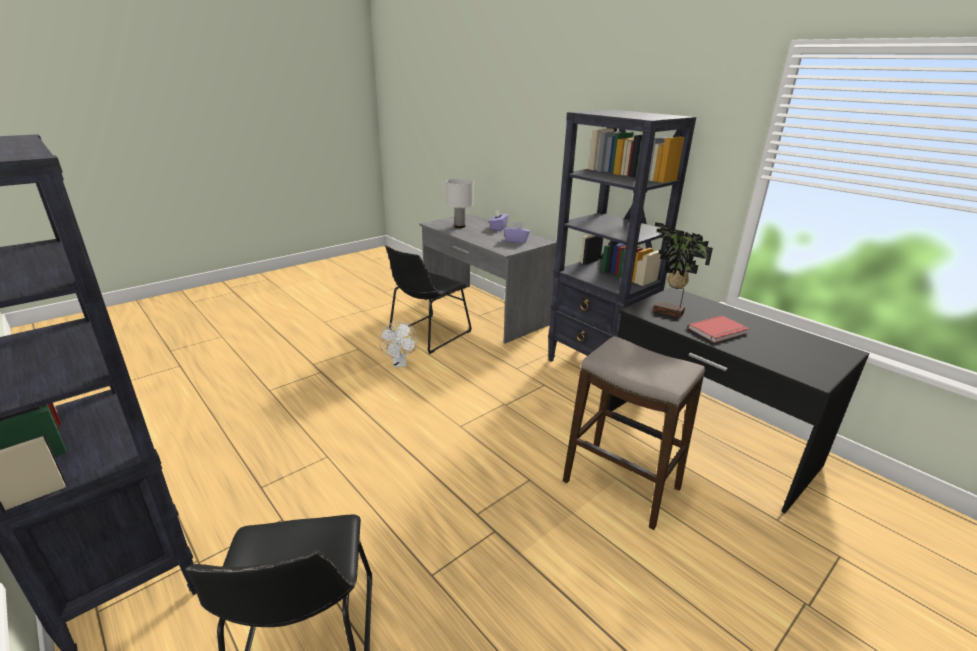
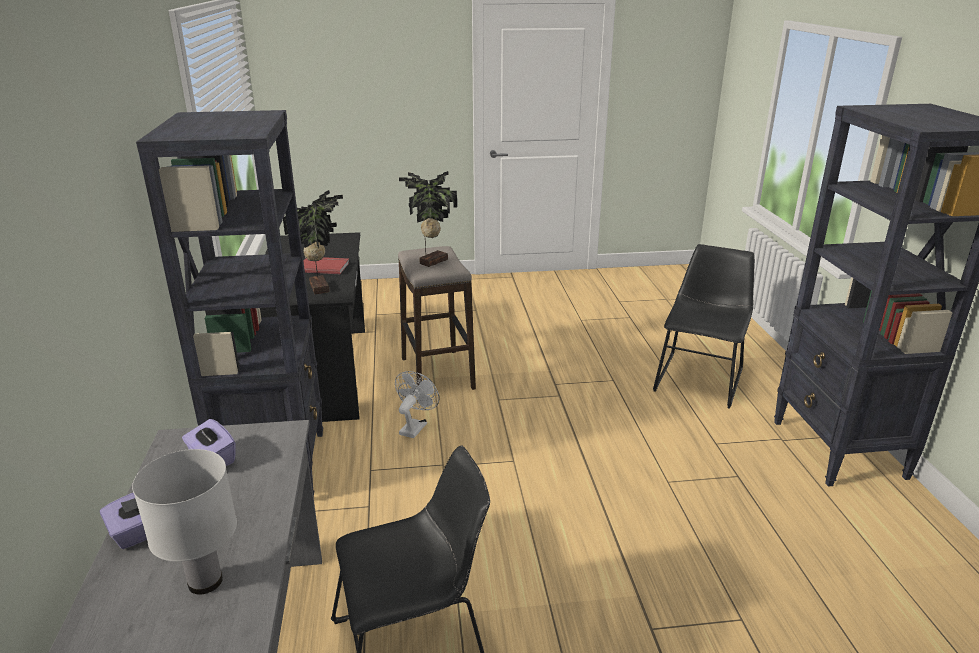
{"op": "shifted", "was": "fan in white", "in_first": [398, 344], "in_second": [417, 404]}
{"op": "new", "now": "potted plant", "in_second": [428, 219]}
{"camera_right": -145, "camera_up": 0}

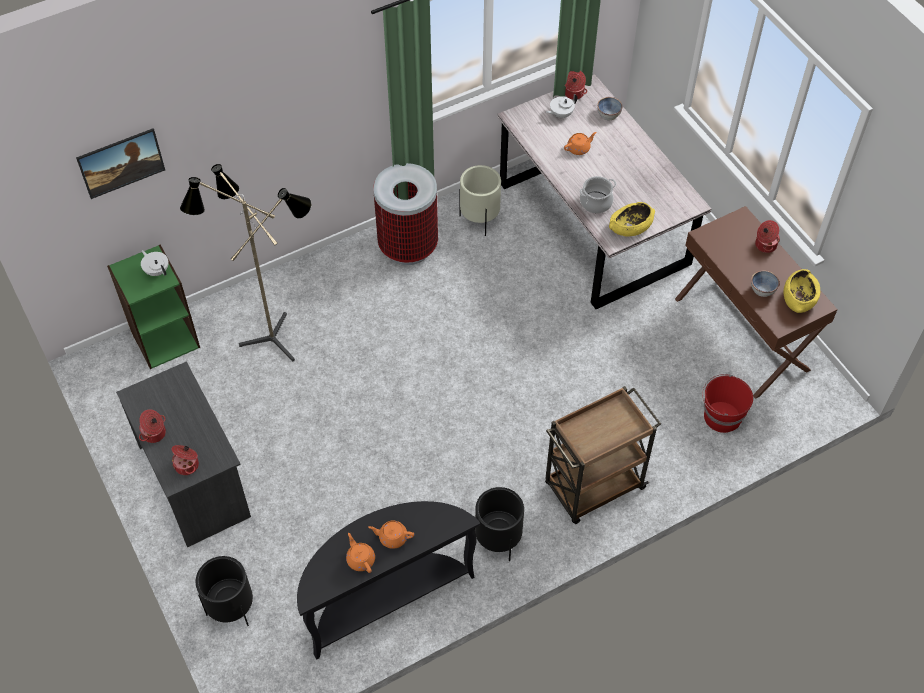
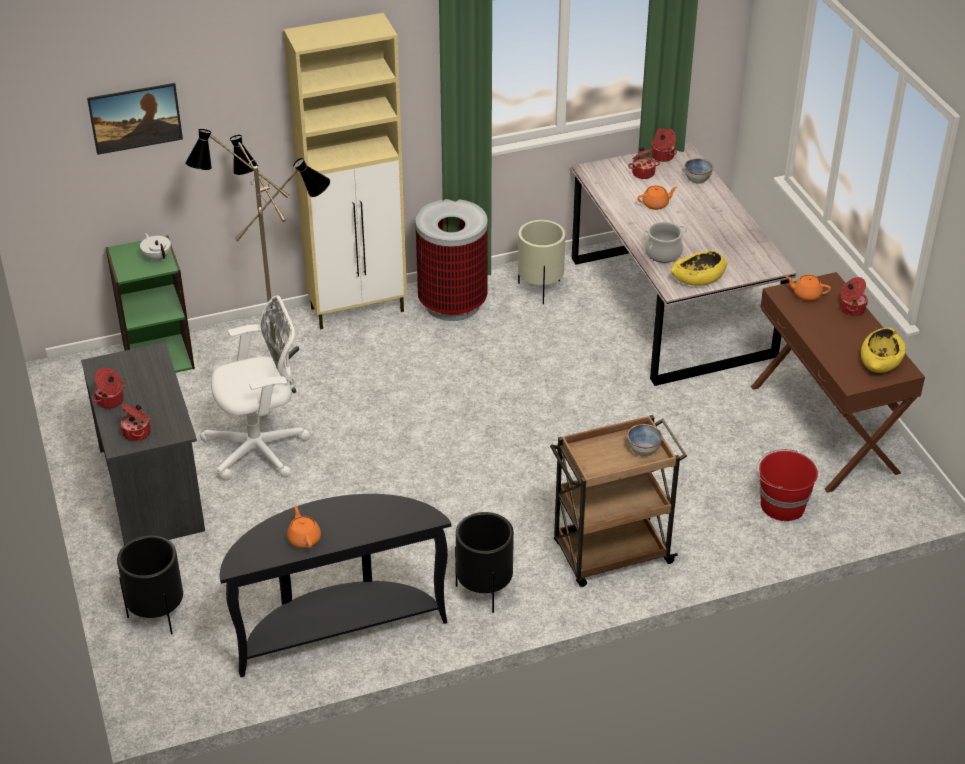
{"op": "swapped", "was": "teapot in white", "now": "cooking pot", "in_first": [562, 106], "in_second": [644, 163]}
{"op": "shifted", "was": "bowl", "in_first": [765, 283], "in_second": [644, 440]}
{"op": "shifted", "was": "teapot in orange", "in_first": [391, 534], "in_second": [808, 288]}
{"op": "new", "now": "cabinet in beige", "in_second": [345, 171]}
{"op": "new", "now": "office chair in white", "in_second": [255, 387]}
{"camera_right": 10, "camera_up": -15}

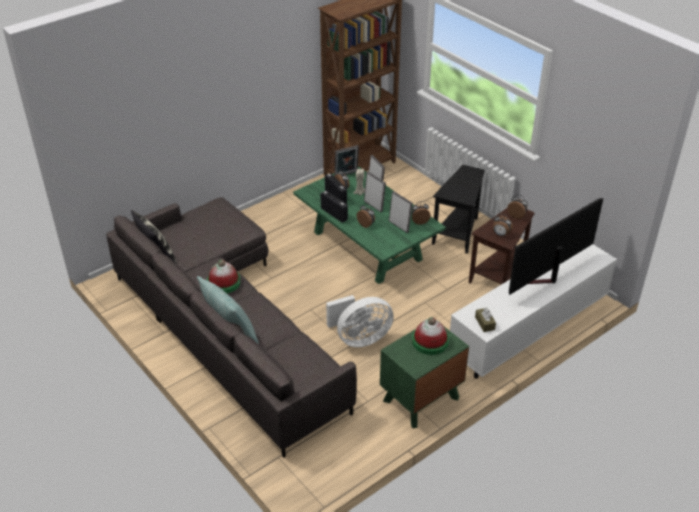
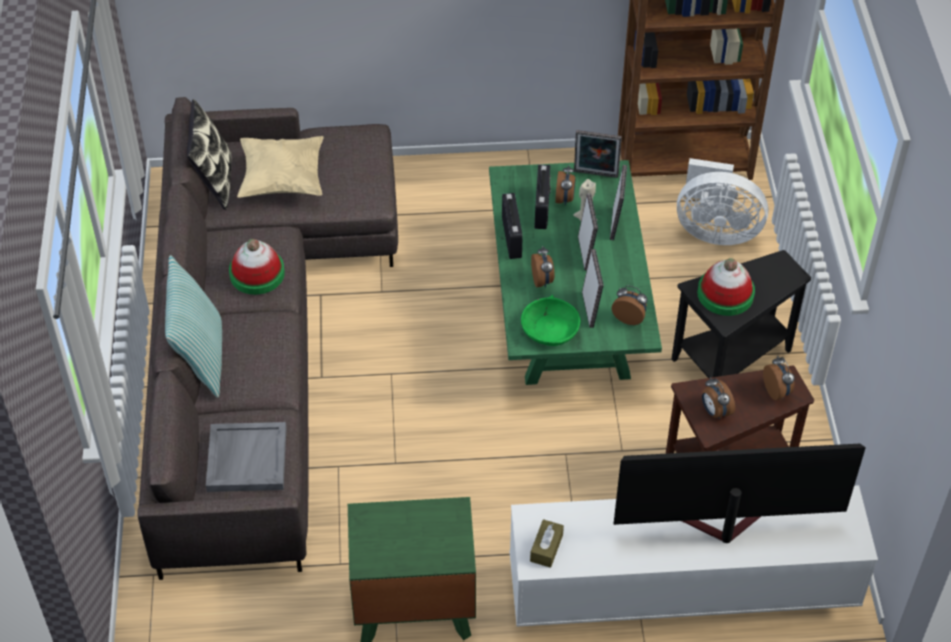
{"op": "shifted", "was": "fan in white", "in_first": [360, 321], "in_second": [722, 201]}
{"op": "shifted", "was": "hat", "in_first": [430, 336], "in_second": [726, 287]}
{"op": "new", "now": "pillow in beige", "in_second": [280, 167]}
{"op": "new", "now": "bowl in green", "in_second": [550, 320]}
{"op": "new", "now": "tray in grey", "in_second": [246, 457]}
{"camera_right": 35, "camera_up": 10}

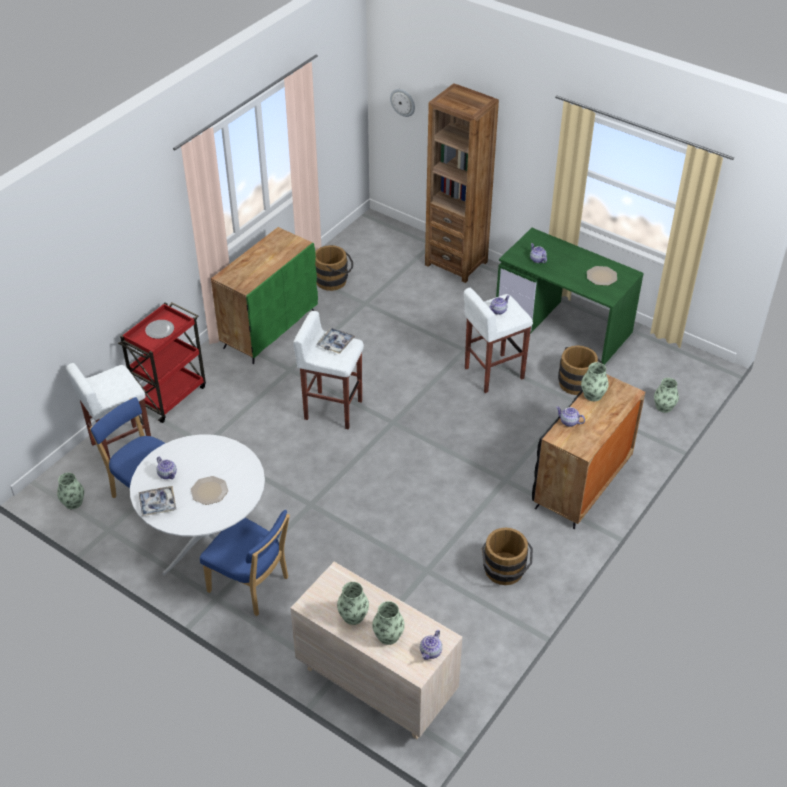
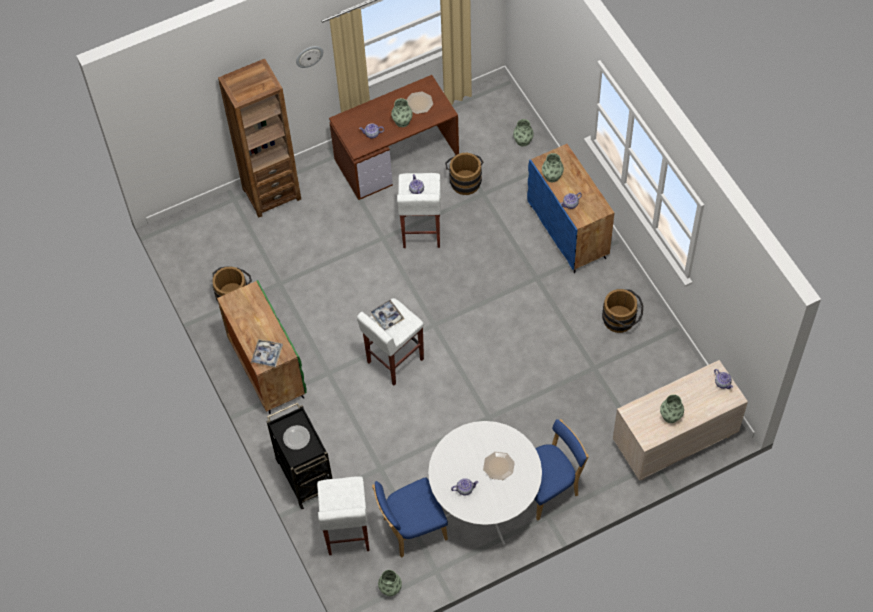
{"op": "shifted", "was": "wall clock", "in_first": [402, 103], "in_second": [309, 57]}
{"op": "repainted", "was": "desk in green", "now": "desk in brown", "in_first": [570, 296], "in_second": [394, 137]}
{"op": "repainted", "was": "cart in red", "now": "cart in black", "in_first": [162, 362], "in_second": [299, 455]}
{"op": "repainted", "was": "cabinet in black", "now": "cabinet in blue", "in_first": [588, 451], "in_second": [570, 208]}
{"op": "shifted", "was": "tray", "in_first": [157, 501], "in_second": [267, 353]}
{"op": "shifted", "was": "vase", "in_first": [388, 623], "in_second": [402, 112]}
{"camera_right": -60, "camera_up": 15}

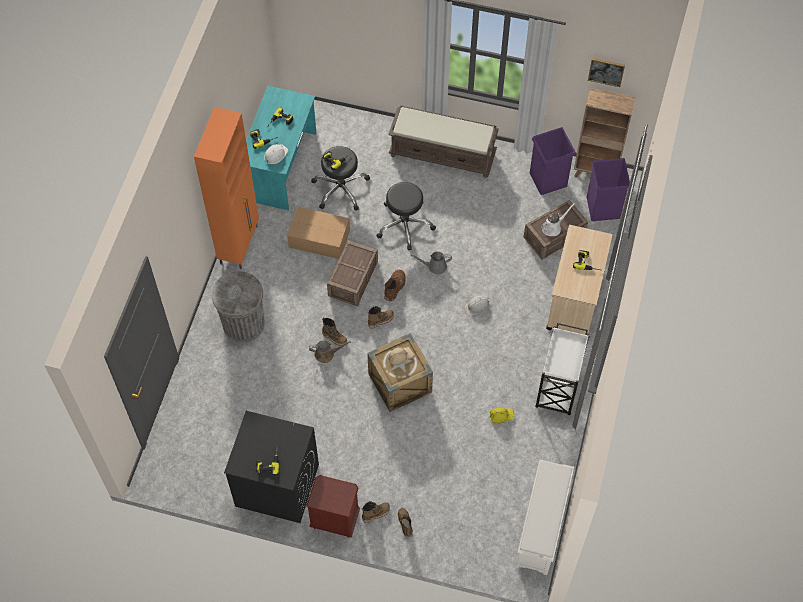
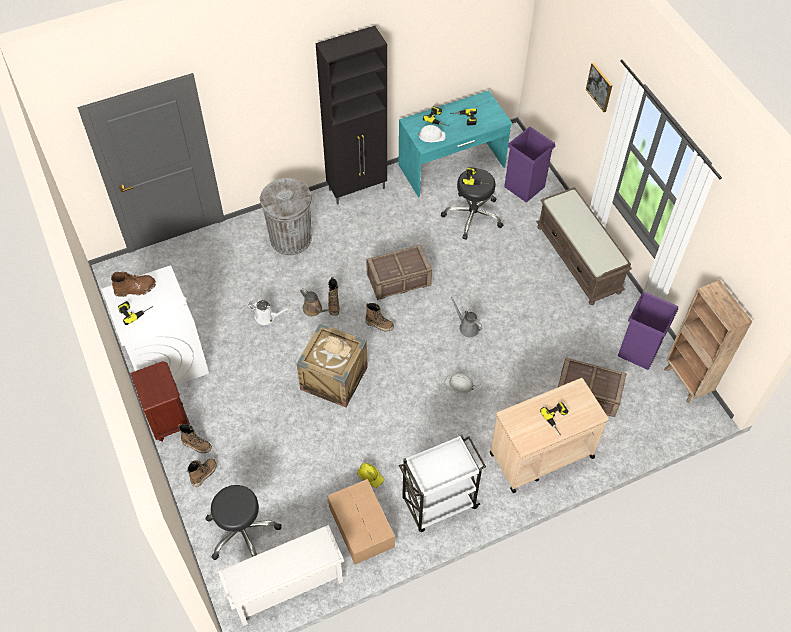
{"op": "shifted", "was": "picture", "in_first": [606, 72], "in_second": [599, 87]}
{"op": "repainted", "was": "cabinet in orange", "now": "cabinet in black", "in_first": [226, 188], "in_second": [351, 115]}
{"op": "shifted", "was": "trash can in purple", "in_first": [608, 189], "in_second": [530, 164]}
{"op": "shifted", "was": "stool in black", "in_first": [406, 216], "in_second": [243, 522]}
{"op": "shifted", "was": "watering can in white", "in_first": [558, 219], "in_second": [269, 312]}
{"op": "shifted", "was": "cardboard box", "in_first": [318, 232], "in_second": [361, 521]}
{"op": "shifted", "was": "boot in brown", "in_first": [395, 286], "in_second": [133, 284]}
{"op": "repainted", "was": "washing machine in black", "now": "washing machine in white", "in_first": [271, 467], "in_second": [155, 325]}
{"camera_right": 50, "camera_up": -5}

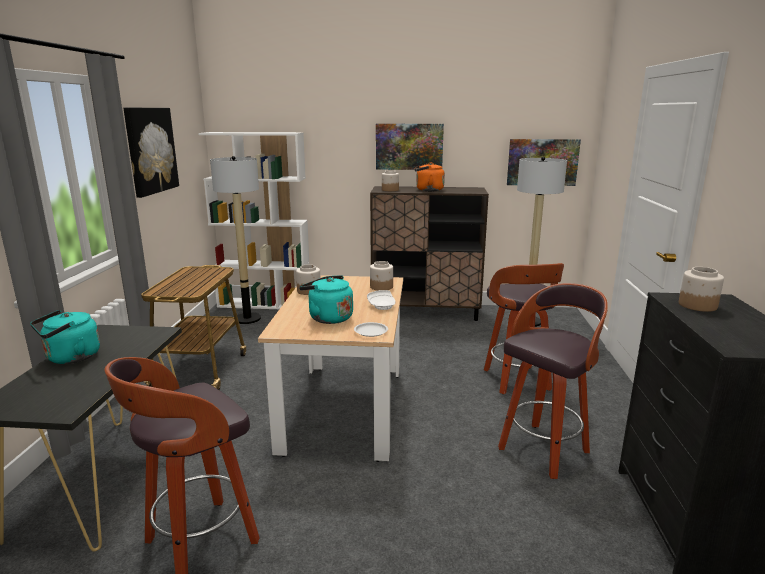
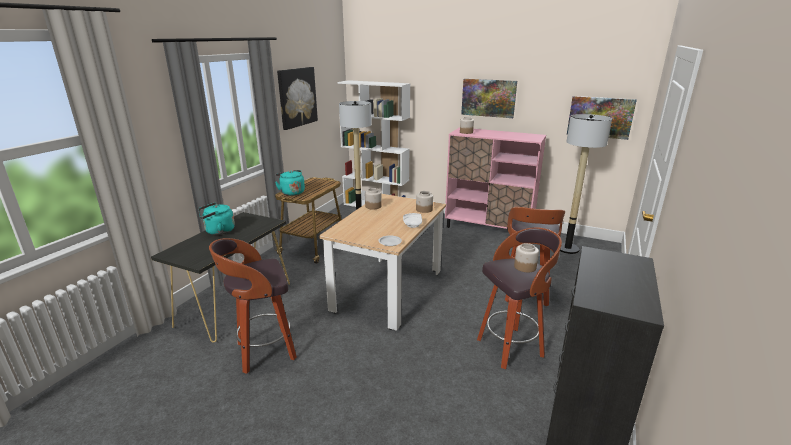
{"op": "gone", "was": "kettle in orange", "in_first": [430, 176]}
{"op": "repainted", "was": "cabinet in brown", "now": "cabinet in pink", "in_first": [429, 253], "in_second": [495, 178]}
{"op": "shifted", "was": "jar", "in_first": [701, 289], "in_second": [526, 257]}
{"op": "shifted", "was": "kettle in turquoise", "in_first": [326, 299], "in_second": [290, 183]}
{"camera_right": 20, "camera_up": 5}

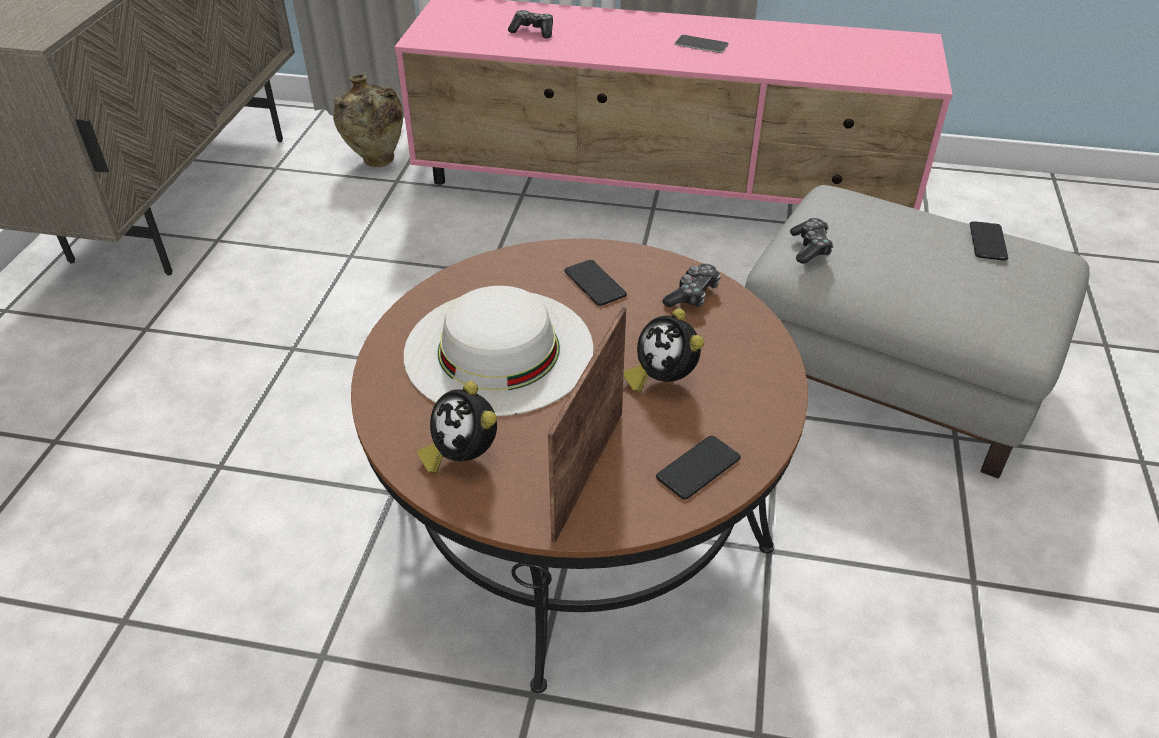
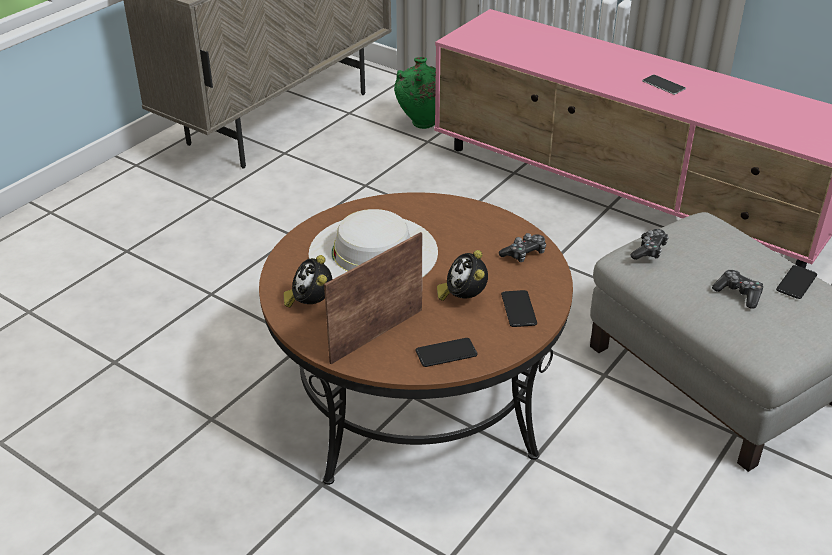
{"op": "shifted", "was": "game controller", "in_first": [530, 24], "in_second": [737, 289]}
{"op": "repainted", "was": "vase in beige", "now": "vase in green", "in_first": [368, 120], "in_second": [415, 93]}
{"op": "shifted", "was": "phone", "in_first": [595, 283], "in_second": [519, 308]}
{"camera_right": 25, "camera_up": -5}

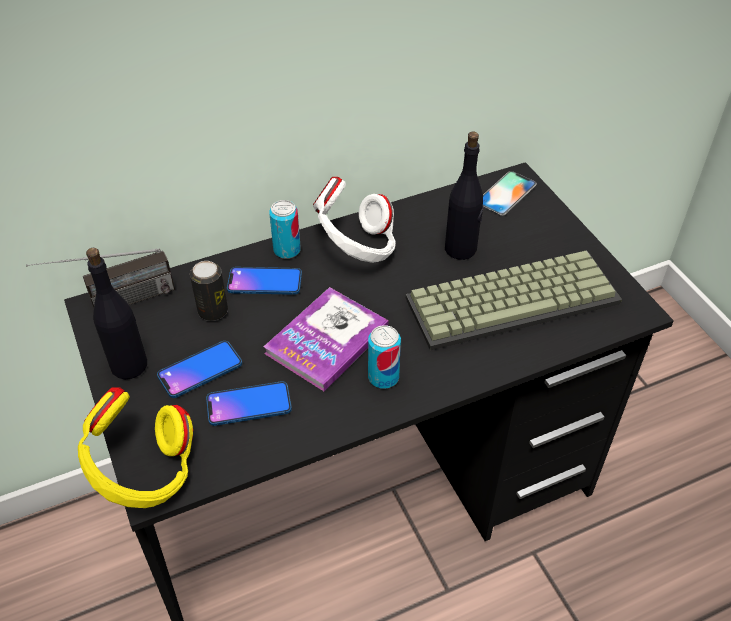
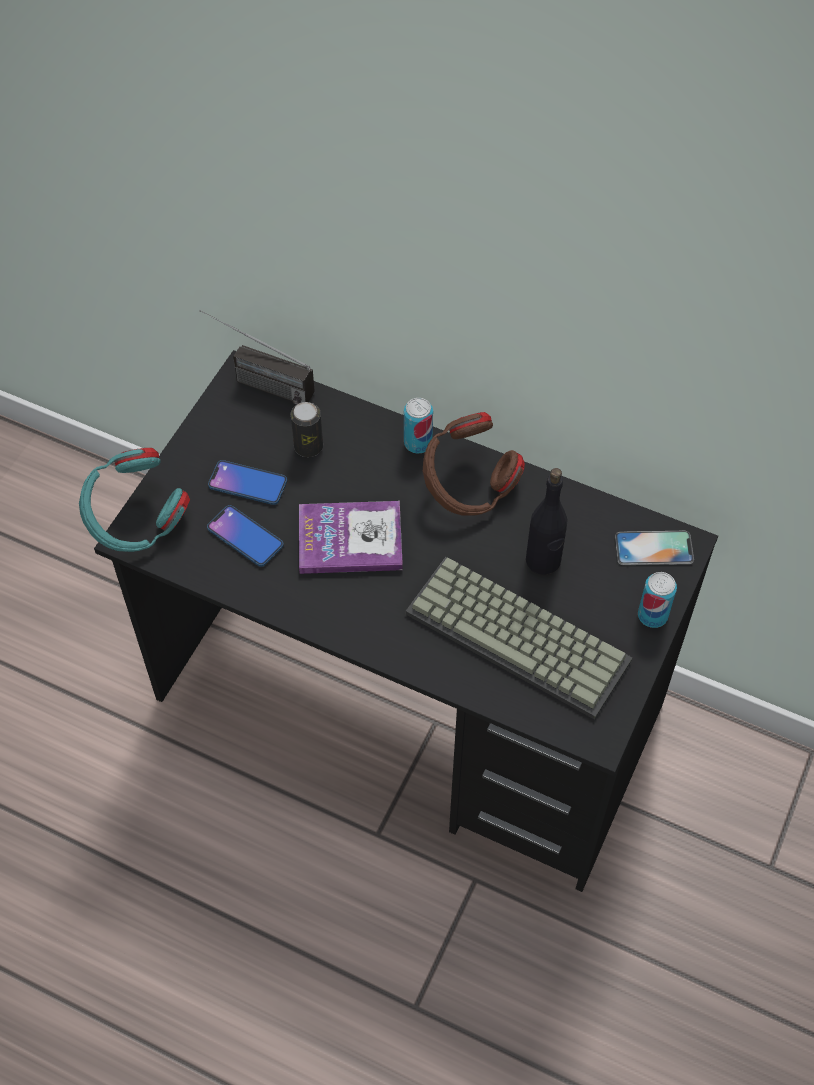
{"op": "repainted", "was": "headphones in white", "now": "headphones in brown", "in_first": [354, 220], "in_second": [474, 464]}
{"op": "gone", "was": "bottle in black", "in_first": [116, 313]}
{"op": "gone", "was": "phone", "in_first": [264, 281]}
{"op": "shifted", "was": "can", "in_first": [384, 357], "in_second": [657, 600]}
{"op": "repainted", "was": "headphones in yellow", "now": "headphones in turquoise", "in_first": [135, 447], "in_second": [134, 500]}
{"camera_right": 50, "camera_up": 10}

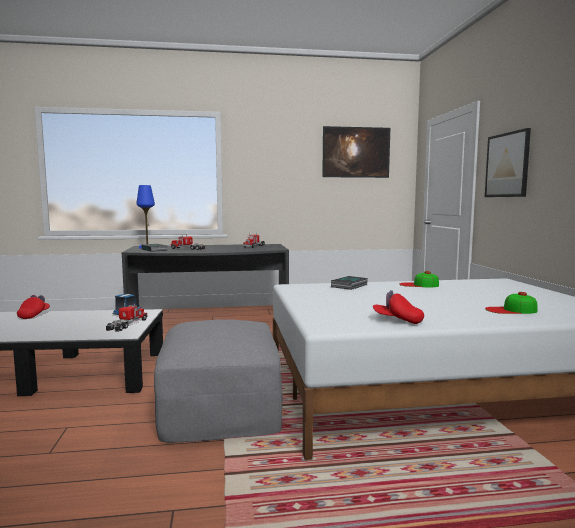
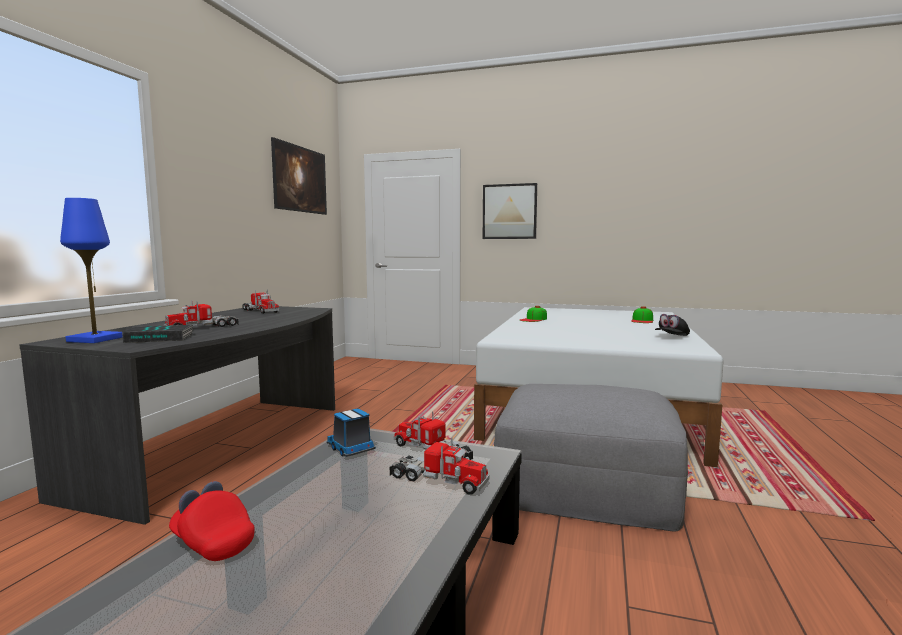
{"op": "gone", "was": "book", "in_first": [349, 283]}
{"op": "repainted", "was": "cap in red", "now": "cap in black", "in_first": [398, 307], "in_second": [672, 325]}
{"op": "new", "now": "toy truck", "in_second": [439, 466]}
{"camera_right": -65, "camera_up": 0}

